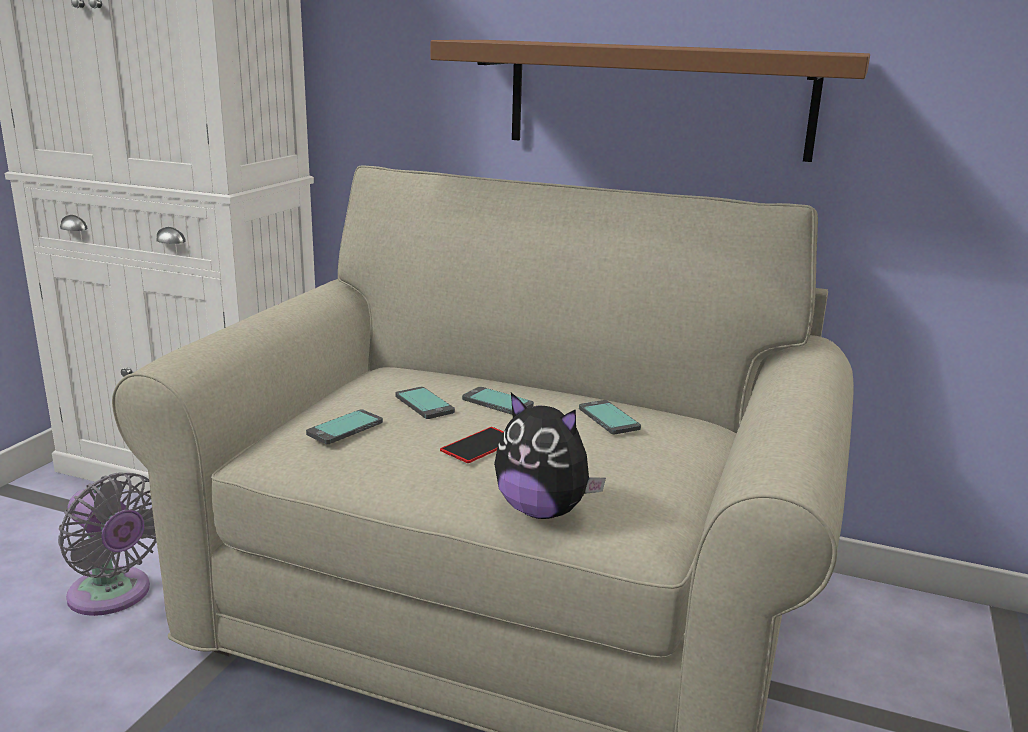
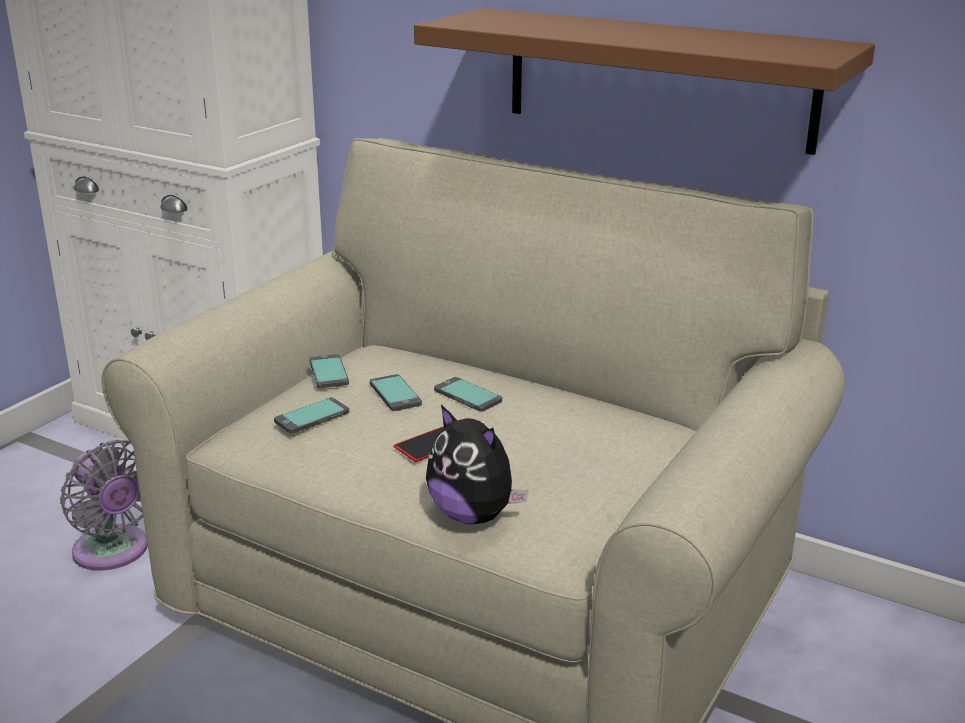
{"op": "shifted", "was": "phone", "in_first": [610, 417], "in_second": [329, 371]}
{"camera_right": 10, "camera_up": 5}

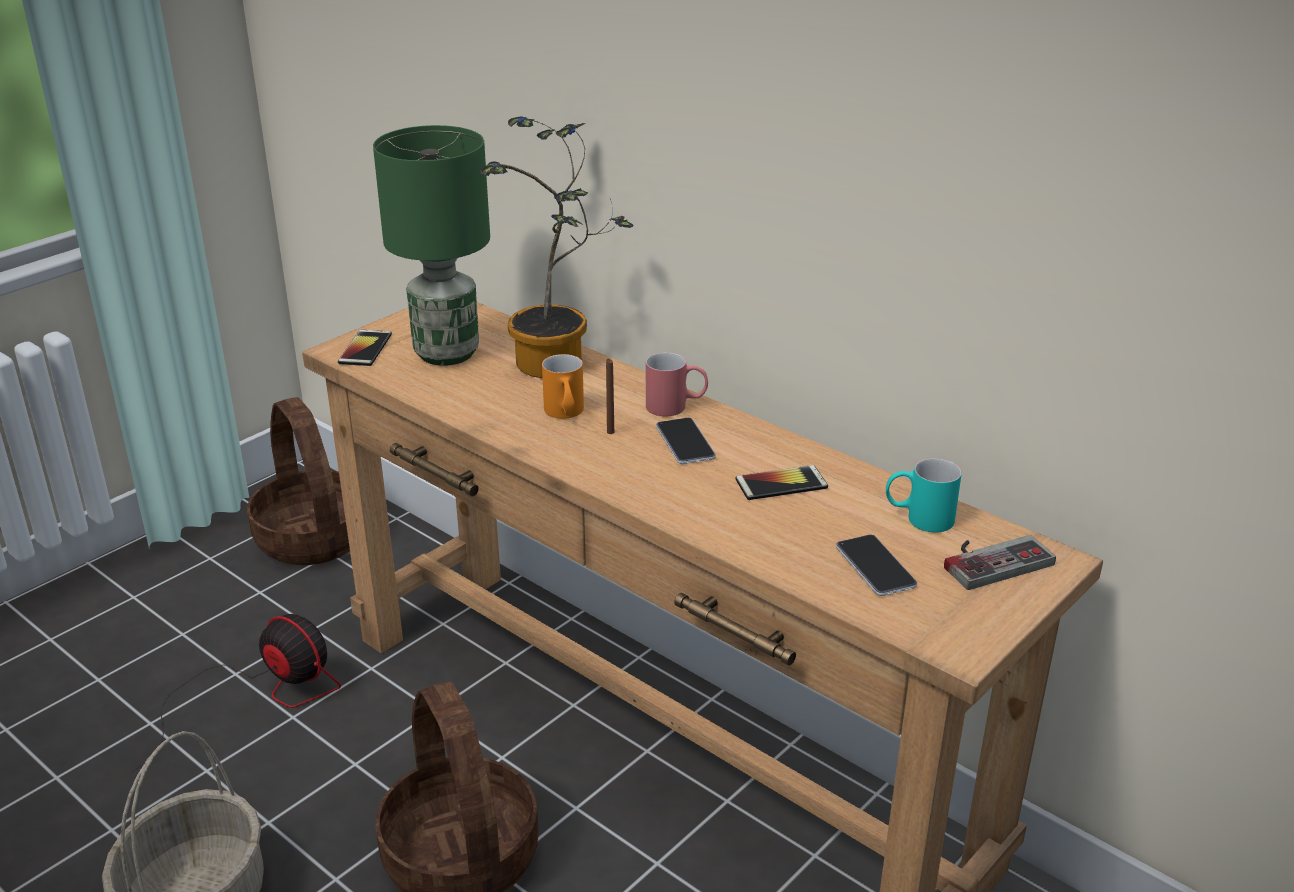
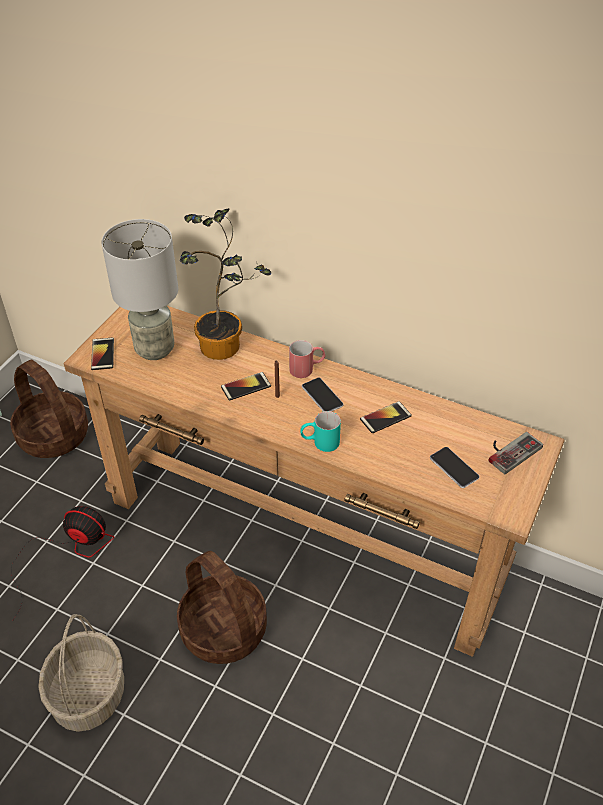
{"op": "repainted", "was": "table lamp in green", "now": "table lamp in grey", "in_first": [431, 245], "in_second": [140, 289]}
{"op": "swapped", "was": "mug in orange", "now": "phone", "in_first": [563, 386], "in_second": [246, 386]}
{"op": "shifted", "was": "mug in turquoise", "in_first": [924, 495], "in_second": [320, 431]}
{"camera_right": -15, "camera_up": 15}

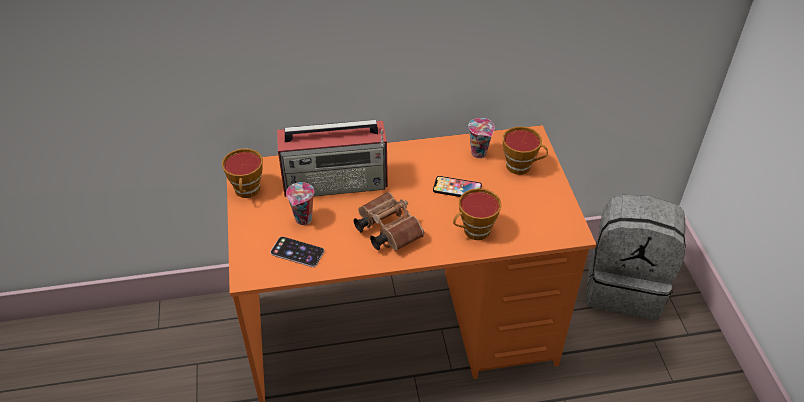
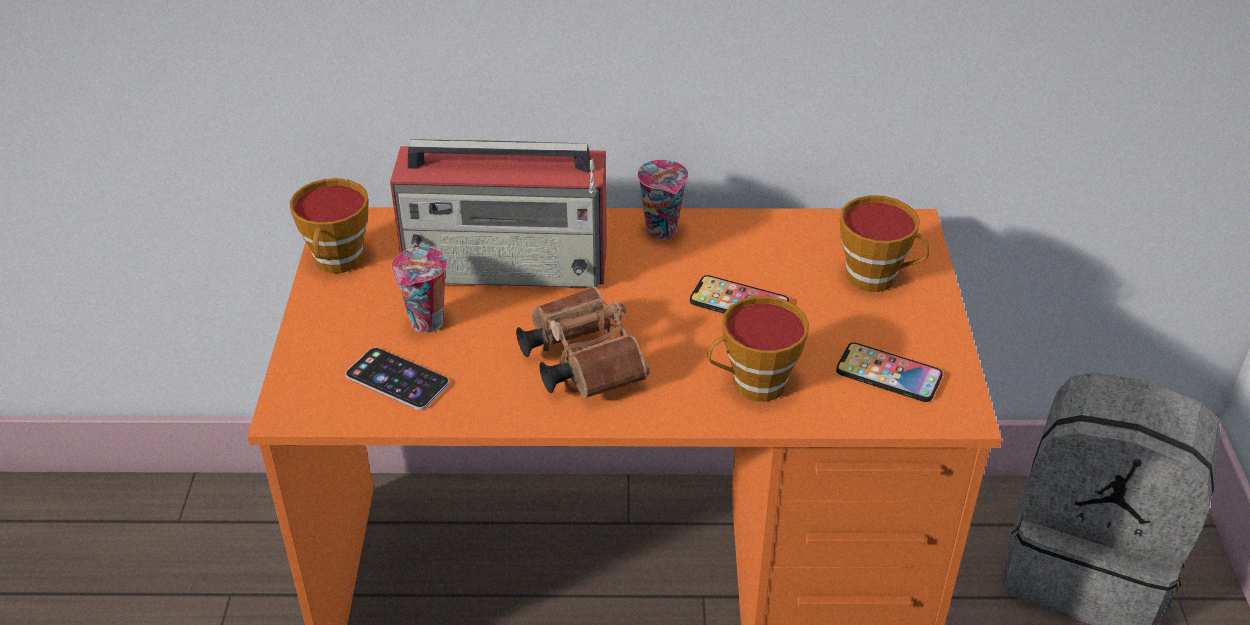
{"op": "shifted", "was": "cup", "in_first": [482, 138], "in_second": [663, 199]}
{"op": "new", "now": "phone", "in_second": [889, 372]}
{"camera_right": 10, "camera_up": -5}

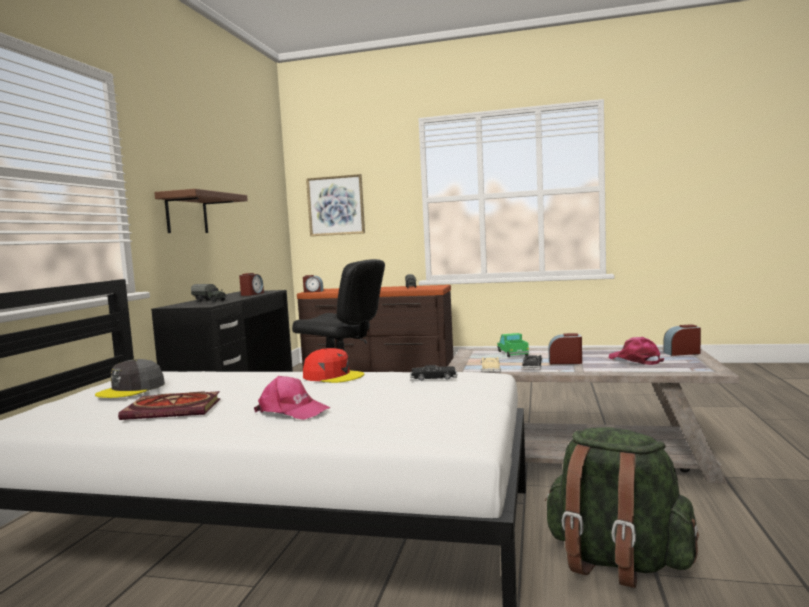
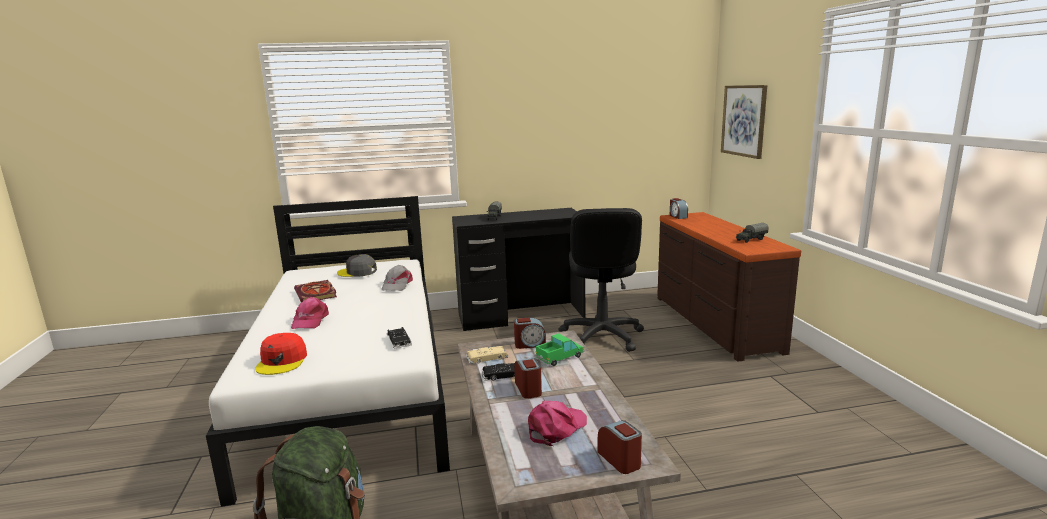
{"op": "gone", "was": "shelf in brown", "in_first": [201, 211]}
{"op": "shifted", "was": "alarm clock", "in_first": [251, 284], "in_second": [530, 333]}
{"op": "shifted", "was": "cap in red", "in_first": [333, 365], "in_second": [281, 354]}
{"op": "new", "now": "cap in grey", "in_second": [397, 278]}
{"camera_right": 65, "camera_up": 10}

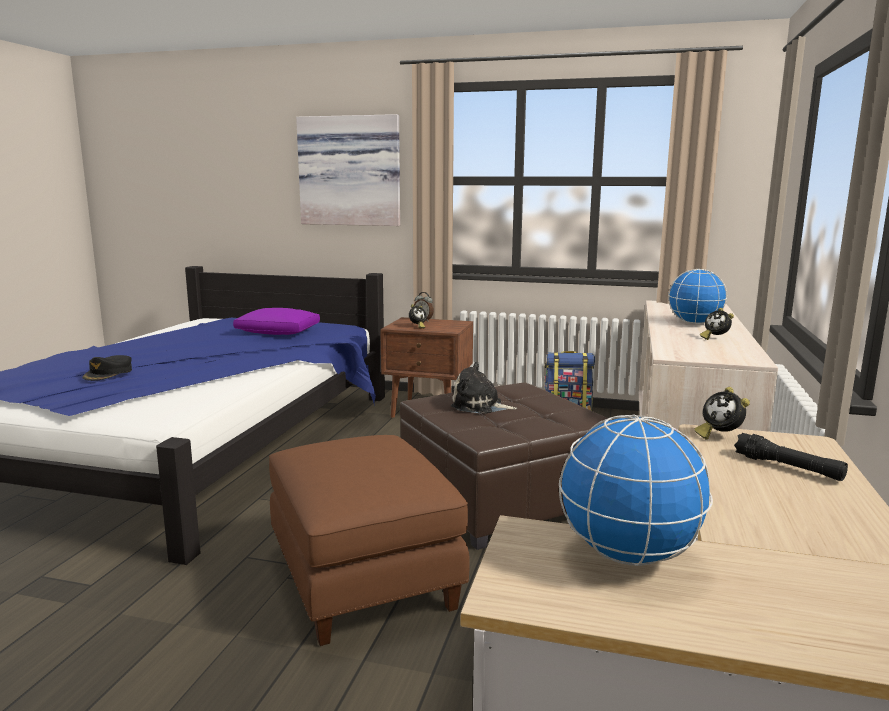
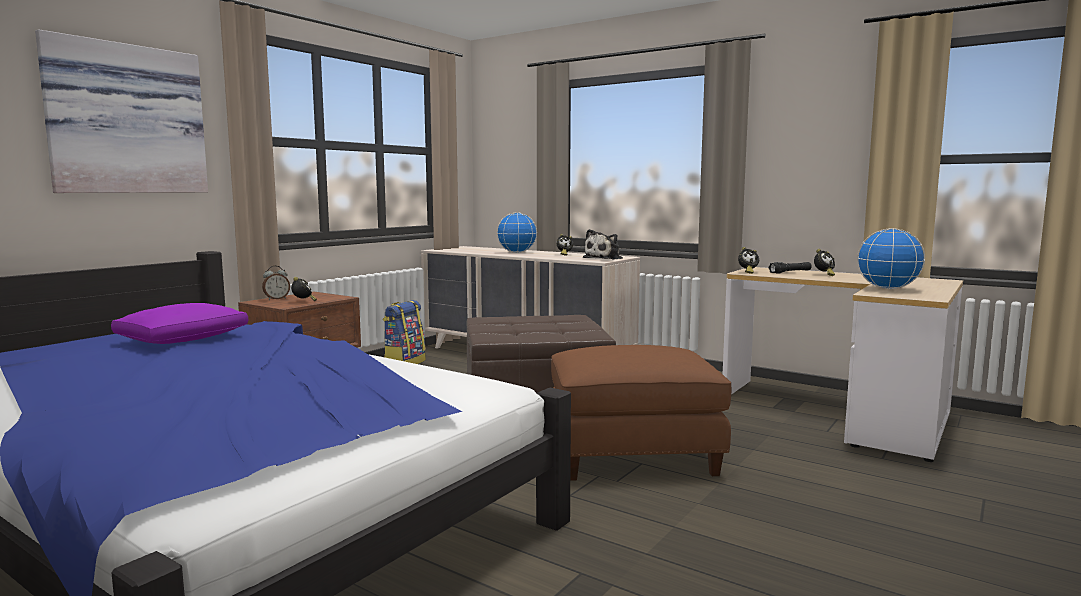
{"op": "gone", "was": "cap in black", "in_first": [107, 368]}
{"op": "shifted", "was": "plush toy", "in_first": [484, 388], "in_second": [603, 244]}
{"op": "new", "now": "alarm clock", "in_second": [824, 262]}
{"camera_right": -70, "camera_up": -5}

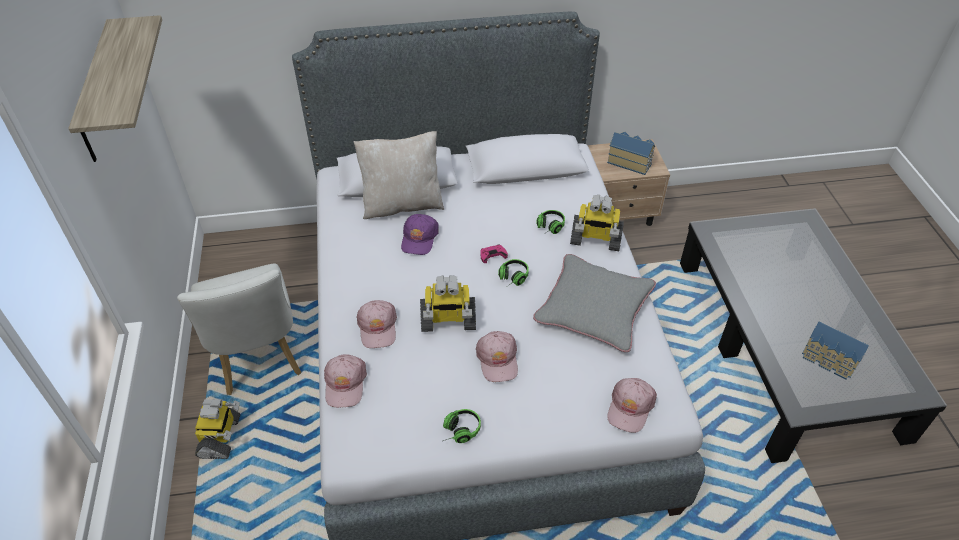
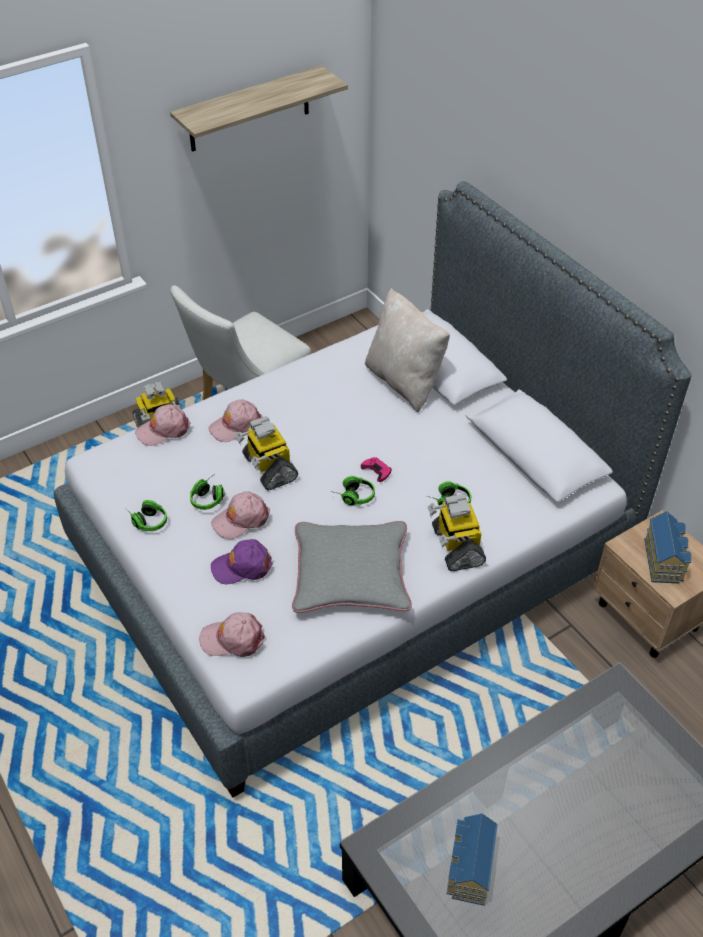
{"op": "shifted", "was": "cap in purple", "in_first": [420, 234], "in_second": [242, 562]}
{"op": "new", "now": "headphones", "in_second": [207, 493]}
{"camera_right": 65, "camera_up": 0}

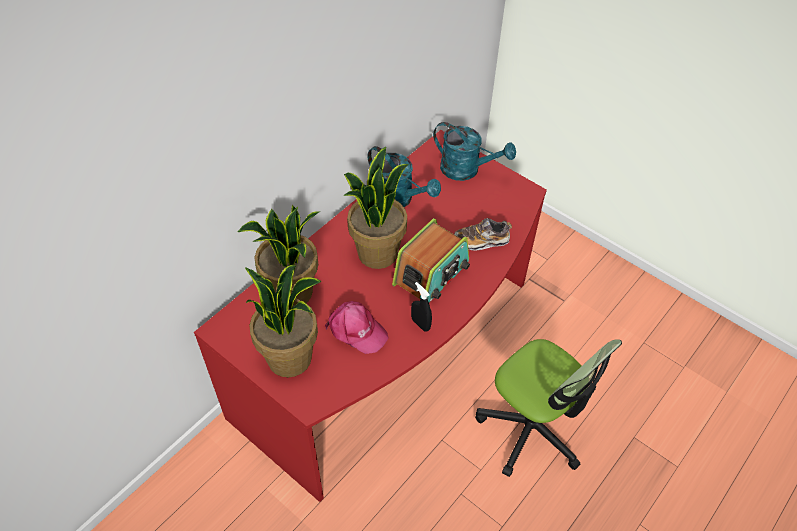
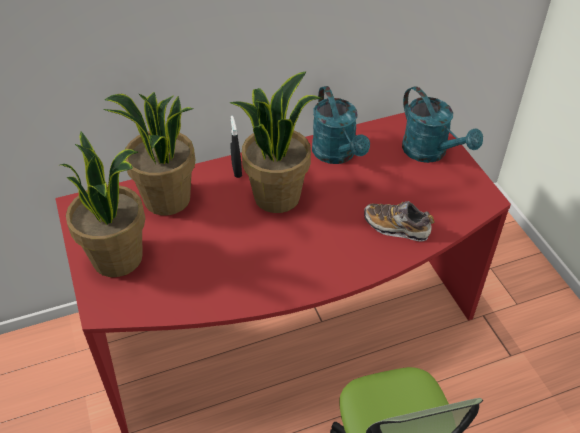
{"op": "gone", "was": "radio", "in_first": [431, 260]}
{"op": "shifted", "was": "spray bottle in black", "in_first": [421, 307], "in_second": [236, 147]}
{"op": "gone", "was": "cap in pink", "in_first": [357, 327]}
{"camera_right": 30, "camera_up": -5}

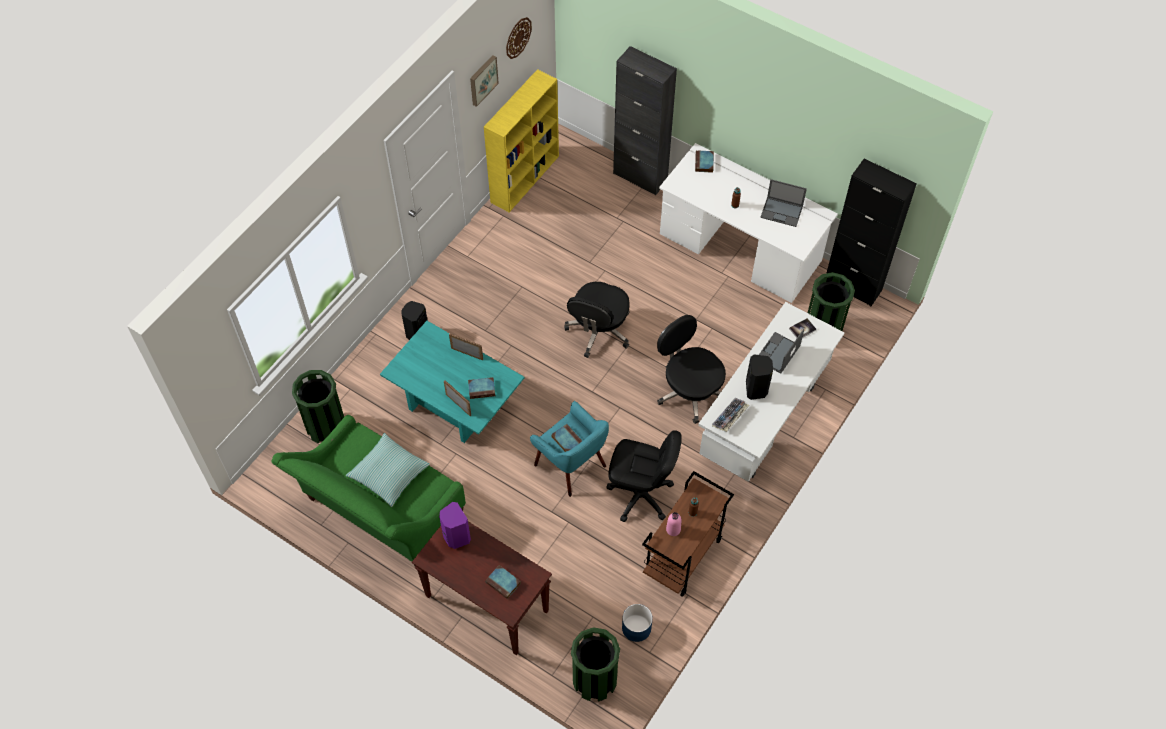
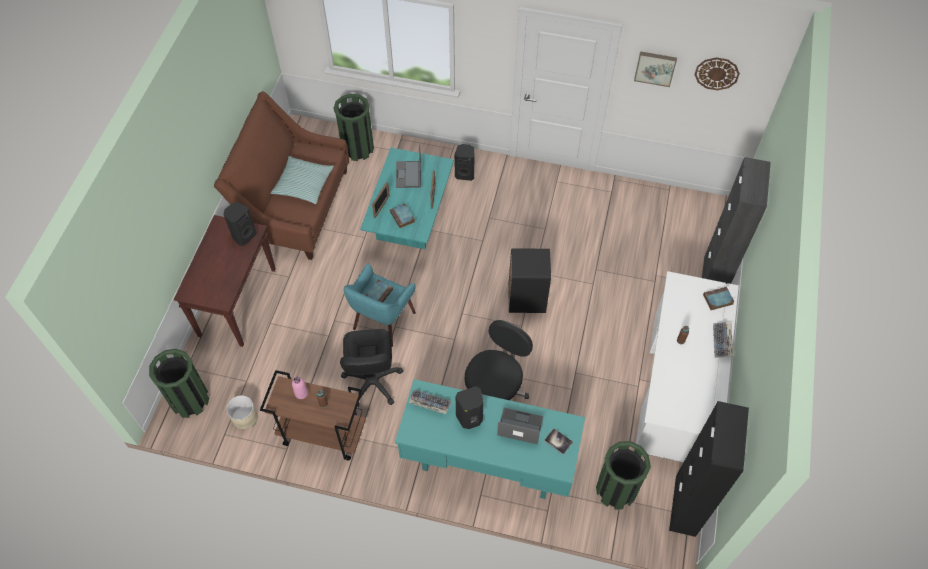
{"op": "gone", "was": "bookcase in yellow", "in_first": [521, 140]}
{"op": "shifted", "was": "laptop", "in_first": [783, 203], "in_second": [408, 166]}
{"op": "swapped", "was": "office chair in black", "now": "trash can in black", "in_first": [597, 320], "in_second": [529, 280]}
{"op": "repainted", "was": "desk in white", "now": "desk in turquoise", "in_first": [771, 392], "in_second": [490, 439]}
{"op": "repainted", "was": "sofa in green", "now": "sofa in brown", "in_first": [369, 490], "in_second": [281, 175]}
{"op": "repainted", "was": "speaker in purple", "now": "speaker in black", "in_first": [455, 525], "in_second": [240, 224]}
{"op": "gone", "was": "book", "in_first": [503, 582]}
{"op": "repainted", "was": "planter in blue", "now": "planter in beige", "in_first": [637, 623], "in_second": [242, 412]}
{"op": "new", "now": "keyboard", "in_second": [723, 340]}
{"camera_right": 70, "camera_up": 0}

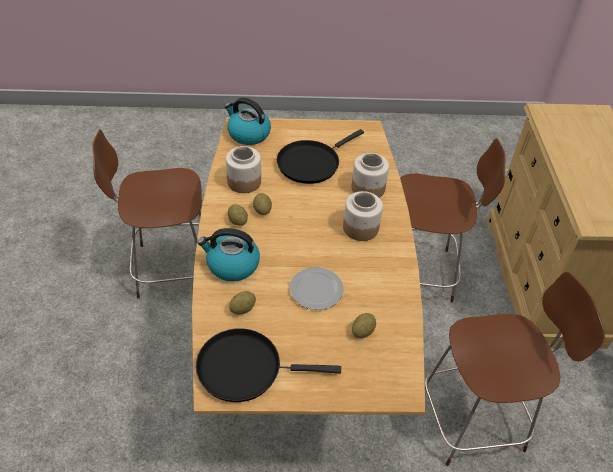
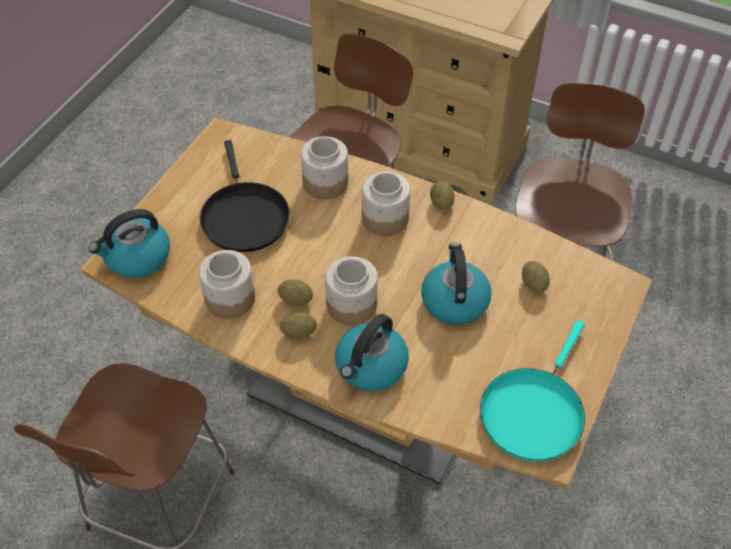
{"op": "swapped", "was": "plate", "now": "kettle", "in_first": [317, 288], "in_second": [456, 284]}
{"op": "shifted", "was": "potato", "in_first": [242, 303], "in_second": [442, 195]}
{"op": "repainted", "was": "frying pan in black", "now": "frying pan in turquoise", "in_first": [268, 365], "in_second": [532, 391]}
{"op": "new", "now": "jar", "in_second": [351, 290]}
{"camera_right": -60, "camera_up": 5}

